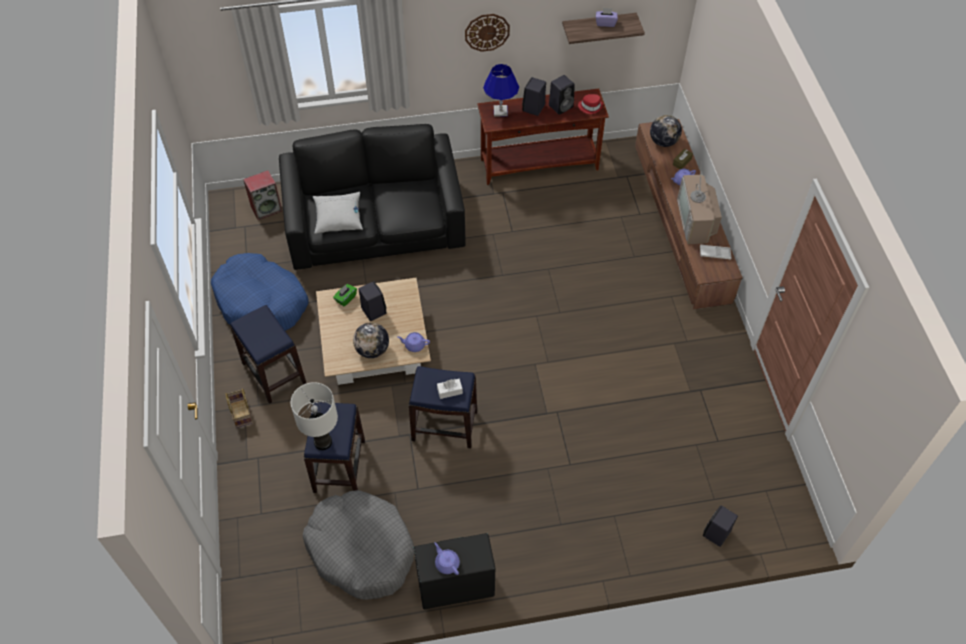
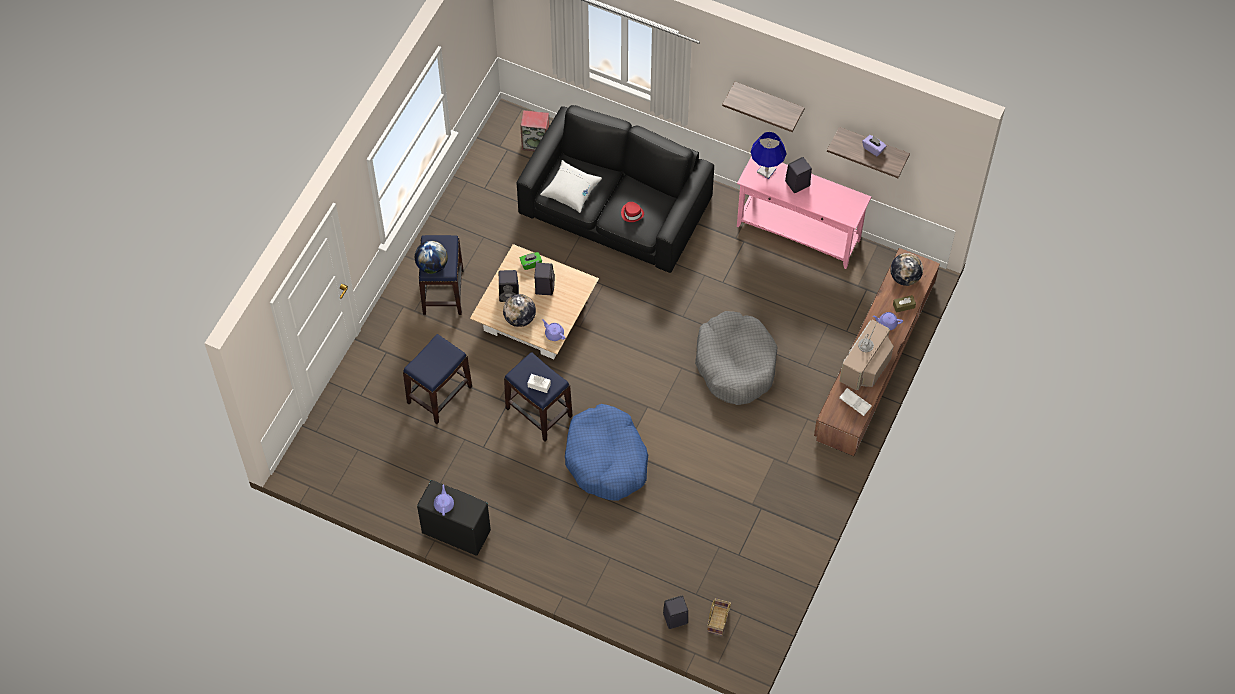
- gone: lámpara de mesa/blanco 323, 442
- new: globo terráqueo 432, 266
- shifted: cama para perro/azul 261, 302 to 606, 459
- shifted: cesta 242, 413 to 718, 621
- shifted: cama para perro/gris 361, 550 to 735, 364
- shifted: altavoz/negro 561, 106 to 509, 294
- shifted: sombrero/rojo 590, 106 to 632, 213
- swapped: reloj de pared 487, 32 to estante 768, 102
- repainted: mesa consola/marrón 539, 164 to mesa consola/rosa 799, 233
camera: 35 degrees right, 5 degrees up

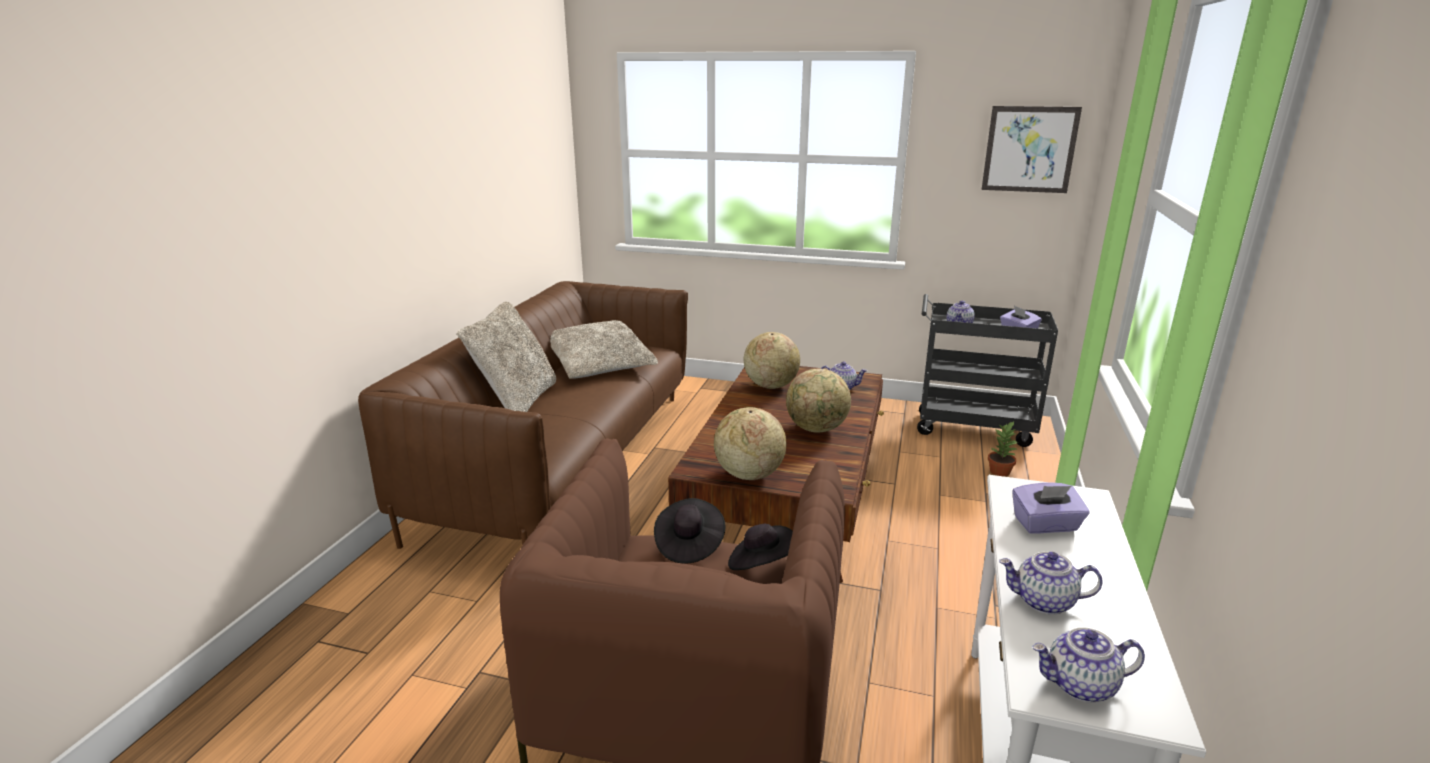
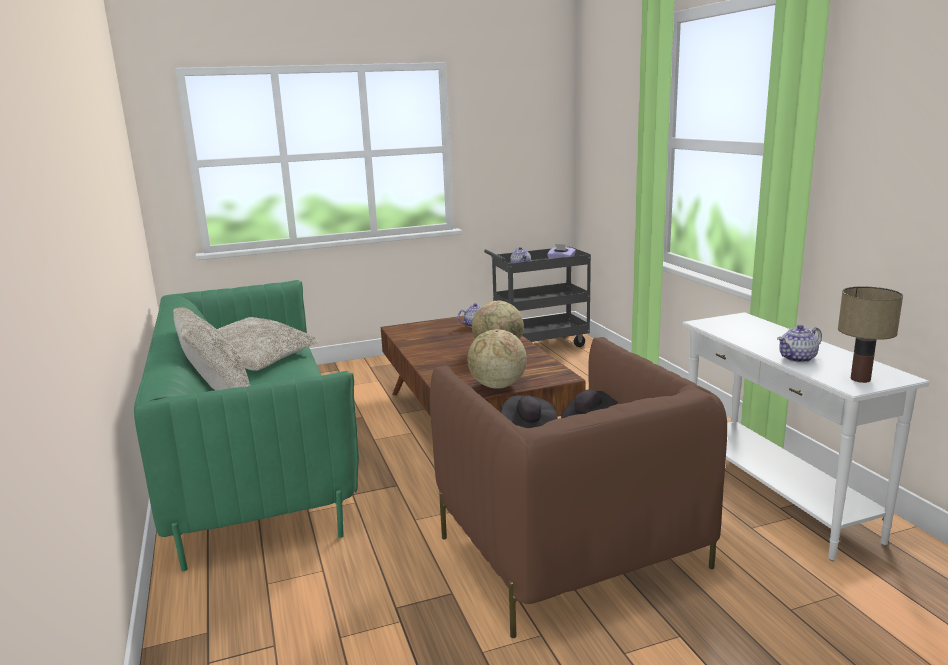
- gone: globo terráqueo 770, 386
- gone: cuadro 1029, 149
- gone: planta en maceta 1000, 472
- gone: caja de pañuelos/morado 1046, 525
- swapped: tetera 1080, 685 to lámpara de mesa 861, 379
- repainted: sofá/marrón 563, 462 to sofá/verde 256, 457
camera: 35 degrees left, 5 degrees down

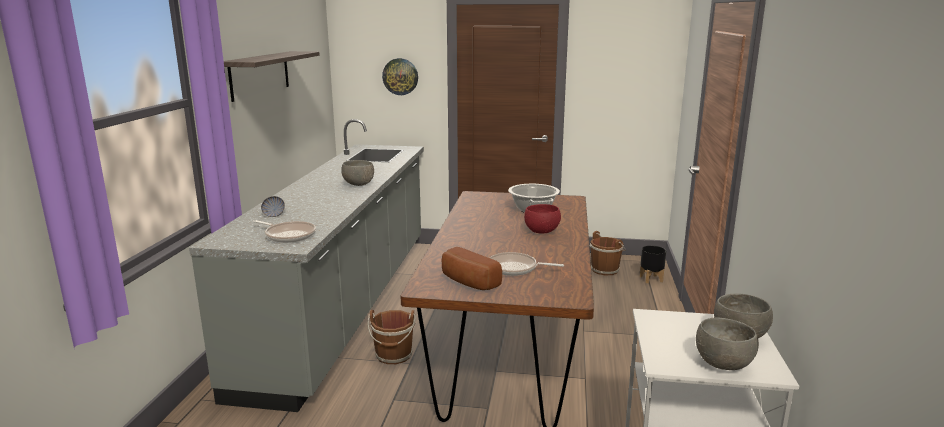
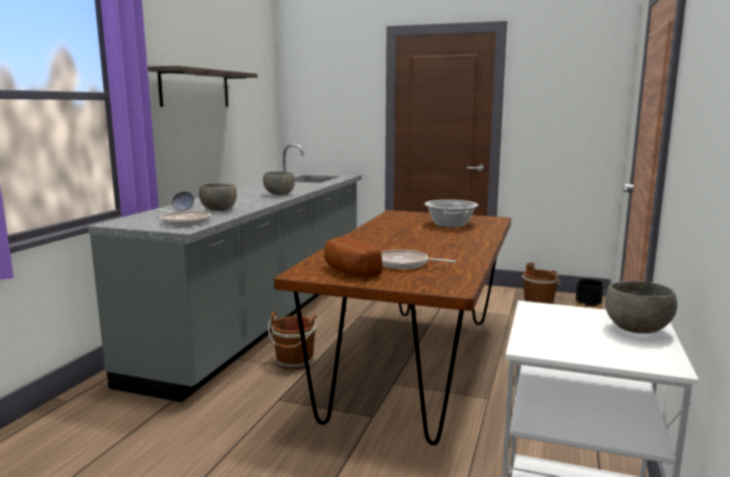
- gone: reloj de pared 400, 76
- gone: cuenco/rojo 542, 231
- shifted: cuenco/gris 724, 365 to 219, 210
camera: 10 degrees right, 5 degrees down

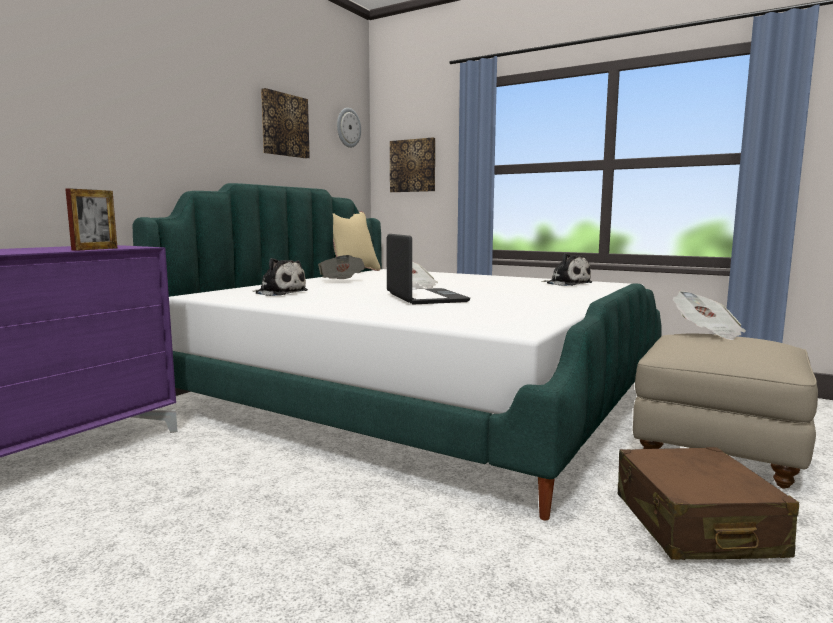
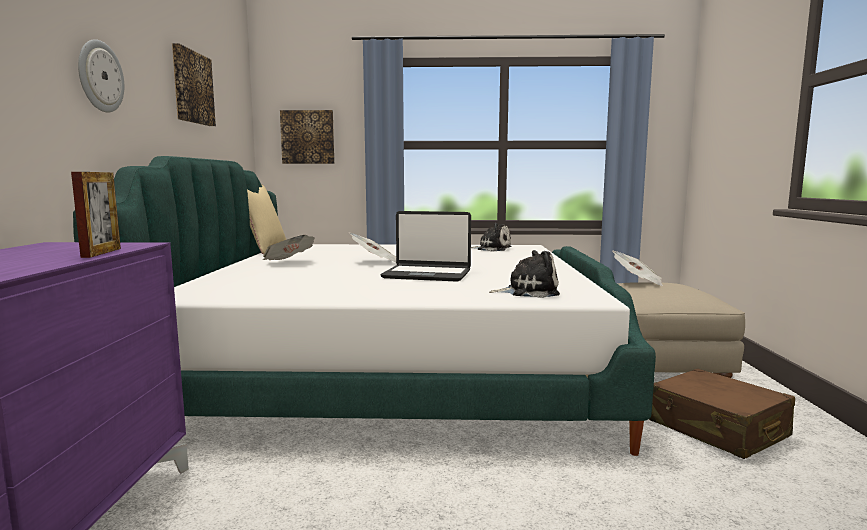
- shifted: peluche 279, 293 to 528, 291
- shifted: reloj de pared 348, 127 to 100, 76
- rotated: portátil 425, 298 = 427, 274 150 degrees clockwise
camera: 30 degrees left, 0 degrees up

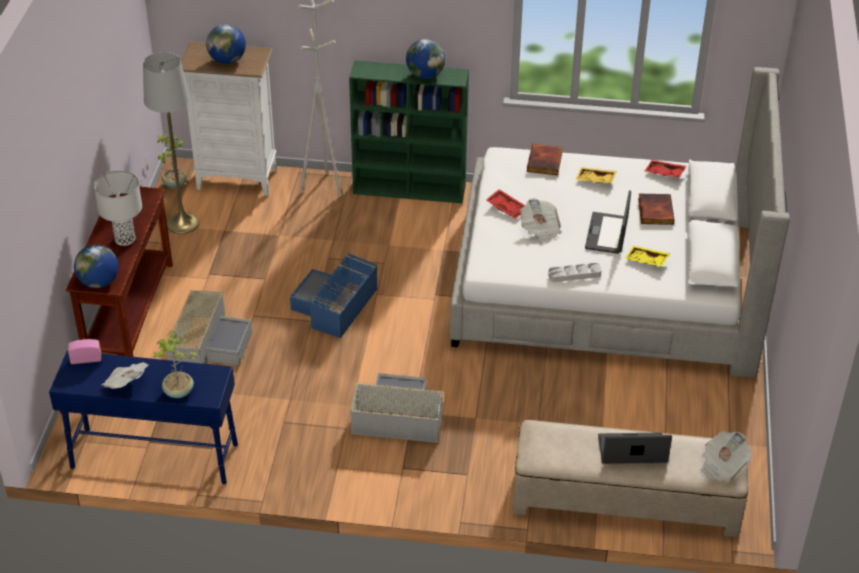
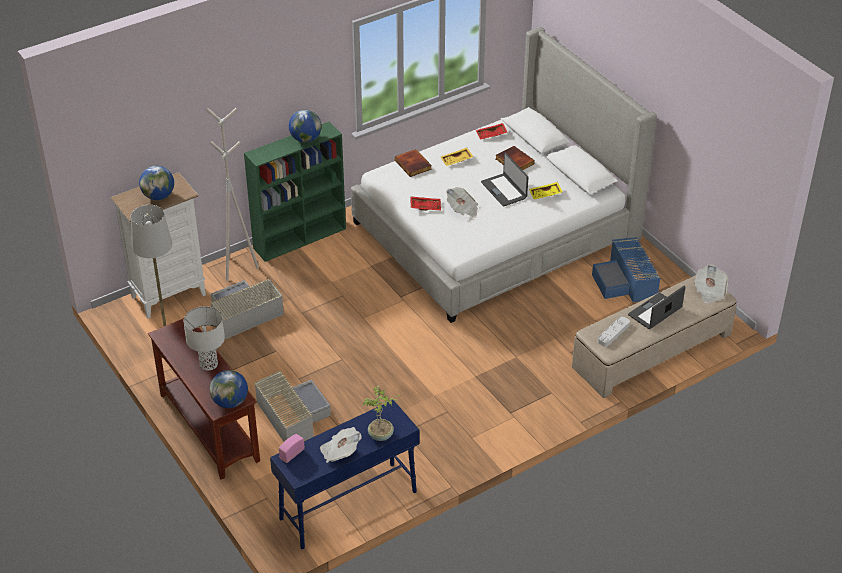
- gone: planta en maceta 174, 184
- shifted: caja de almacenaje/azul 335, 306 to 626, 281
- shifted: caja de almacenaje/gris 396, 417 to 243, 314
- shifted: bandeja/gris 574, 275 to 613, 333
camera: 40 degrees left, 0 degrees up

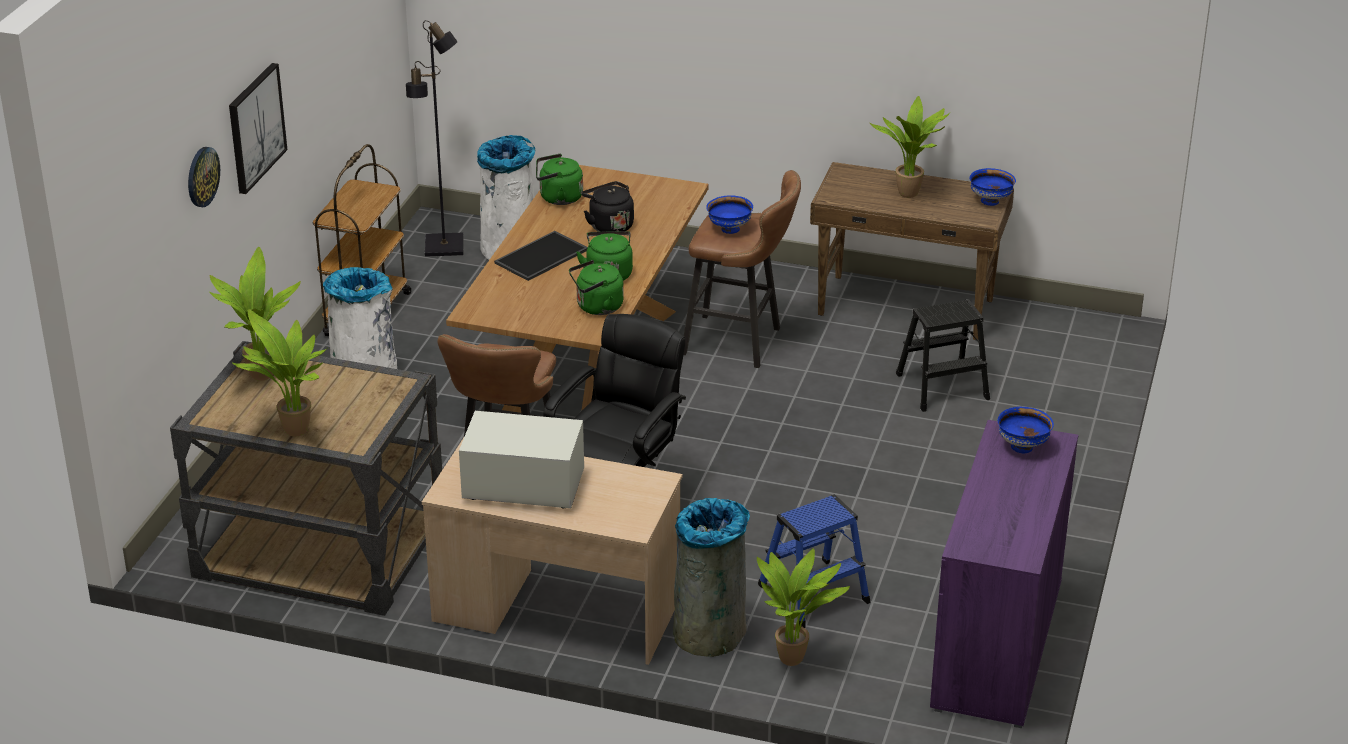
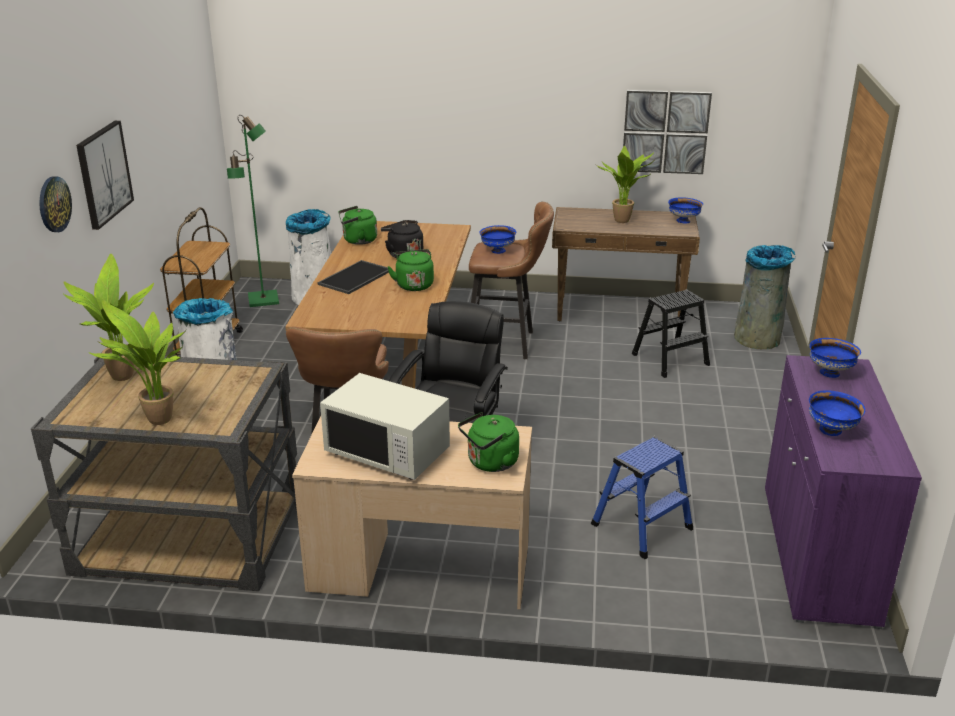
- gone: planta en maceta 795, 658
- new: cuadro 665, 132
- new: cuenco/azul 831, 430
- shifted: hervidor/verde 597, 307 to 490, 463
- shifted: papelera/gris 710, 631 to 758, 337
- repainted: lámpara de pie/negro 444, 246 to lámpara de pie/verde 263, 299
- rotated: microondas/blanco 523, 488 = 388, 453 150 degrees counterclockwise
camera: 10 degrees left, 5 degrees down

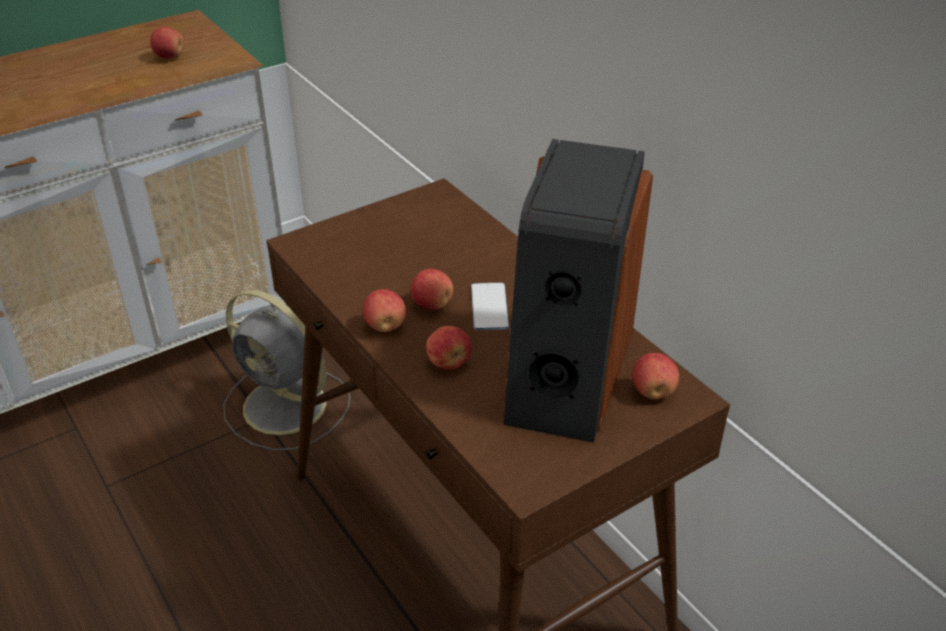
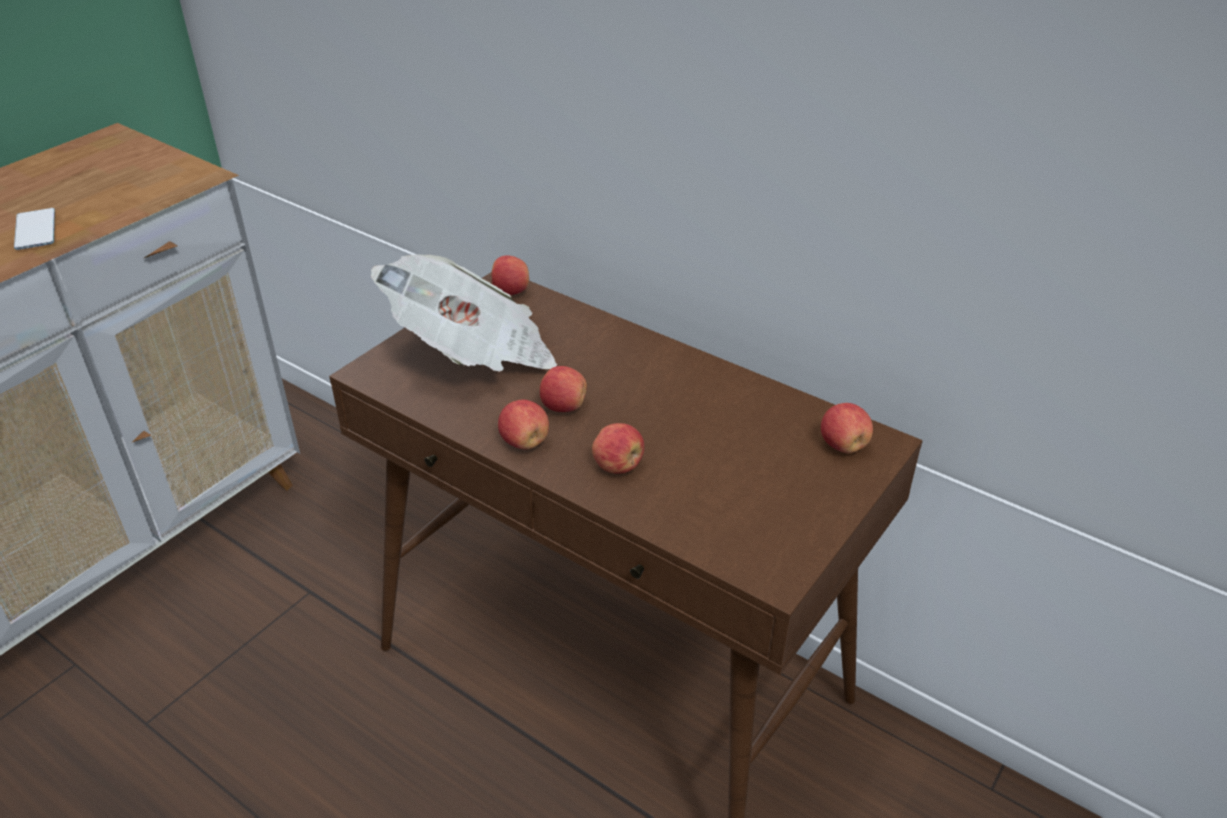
- gone: ventilador/gris 288, 407
- gone: altavoz 567, 373
- new: periódico 473, 353
- shifted: manzana 169, 56 to 510, 291
- shifted: móvil 489, 307 to 35, 229
camera: 20 degrees left, 0 degrees up

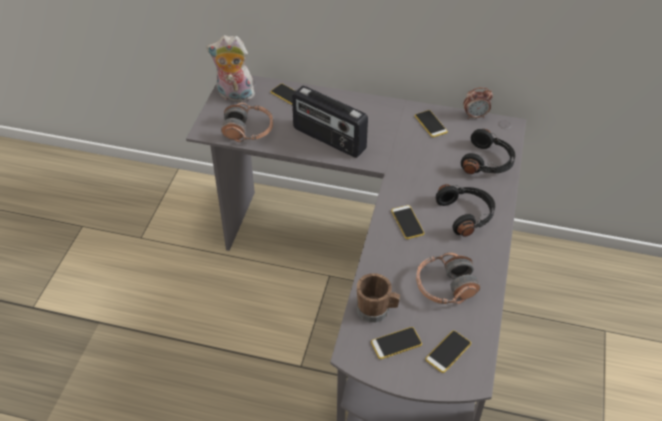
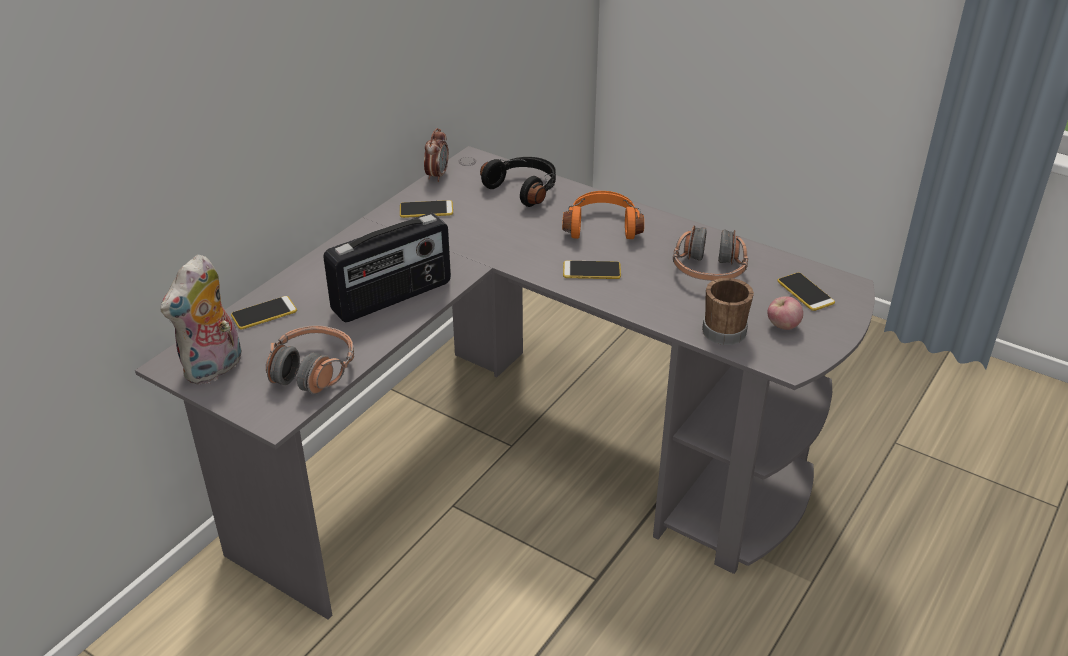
- swapped: móvil 396, 343 to manzana 782, 326
- repainted: auriculares/negro 466, 214 to auriculares/naranja 602, 226
camera: 70 degrees left, 10 degrees down

